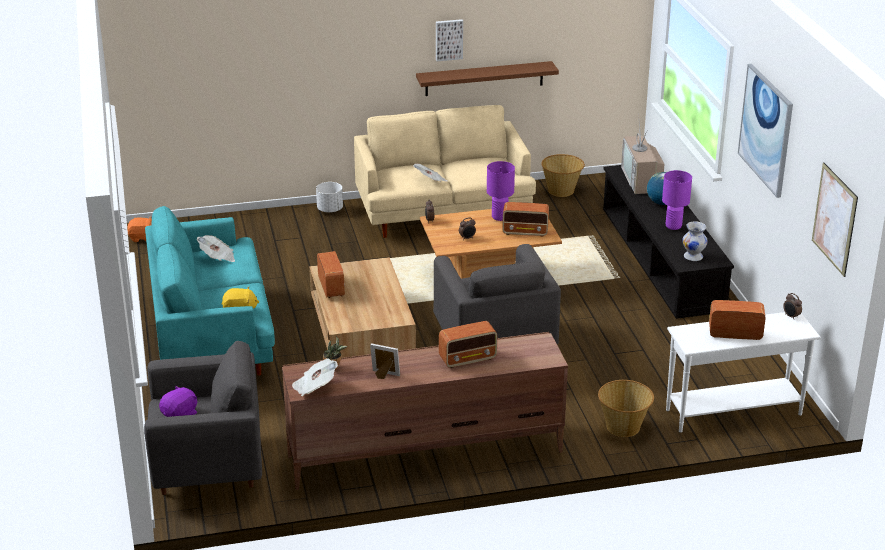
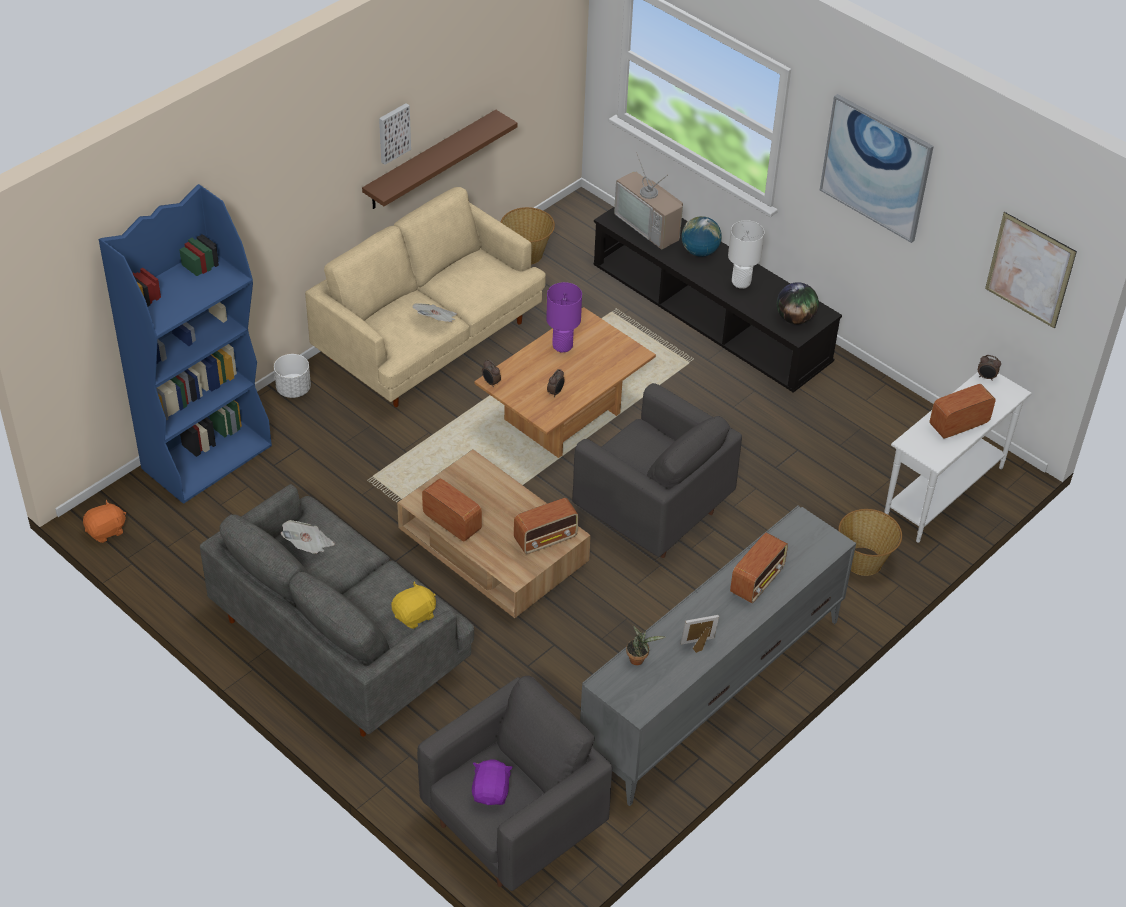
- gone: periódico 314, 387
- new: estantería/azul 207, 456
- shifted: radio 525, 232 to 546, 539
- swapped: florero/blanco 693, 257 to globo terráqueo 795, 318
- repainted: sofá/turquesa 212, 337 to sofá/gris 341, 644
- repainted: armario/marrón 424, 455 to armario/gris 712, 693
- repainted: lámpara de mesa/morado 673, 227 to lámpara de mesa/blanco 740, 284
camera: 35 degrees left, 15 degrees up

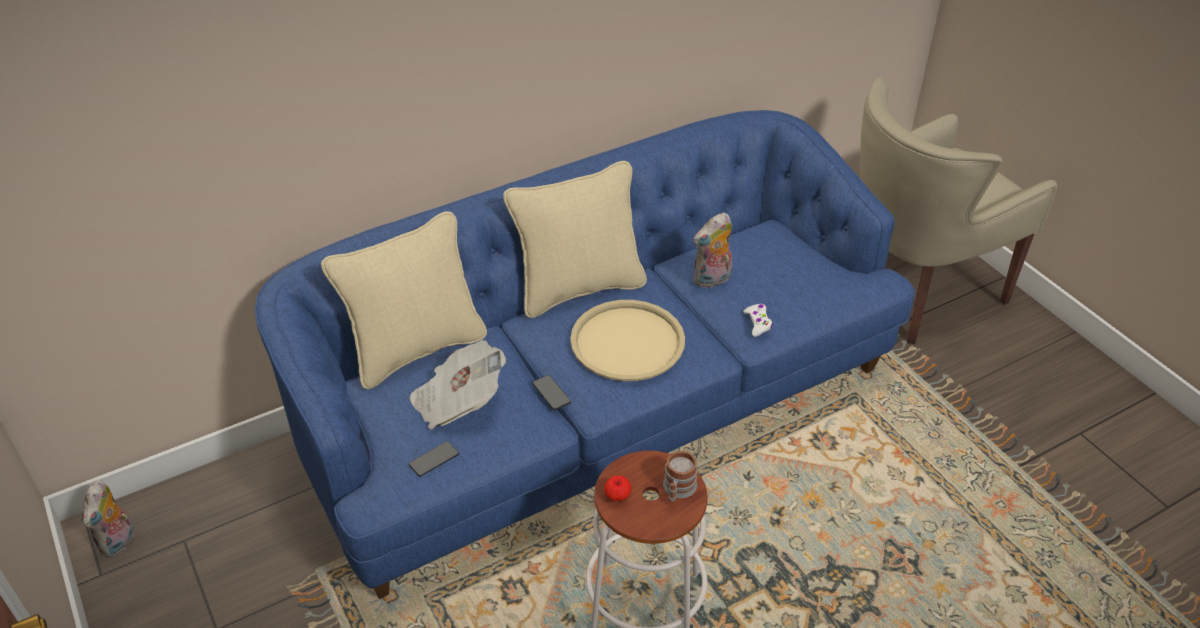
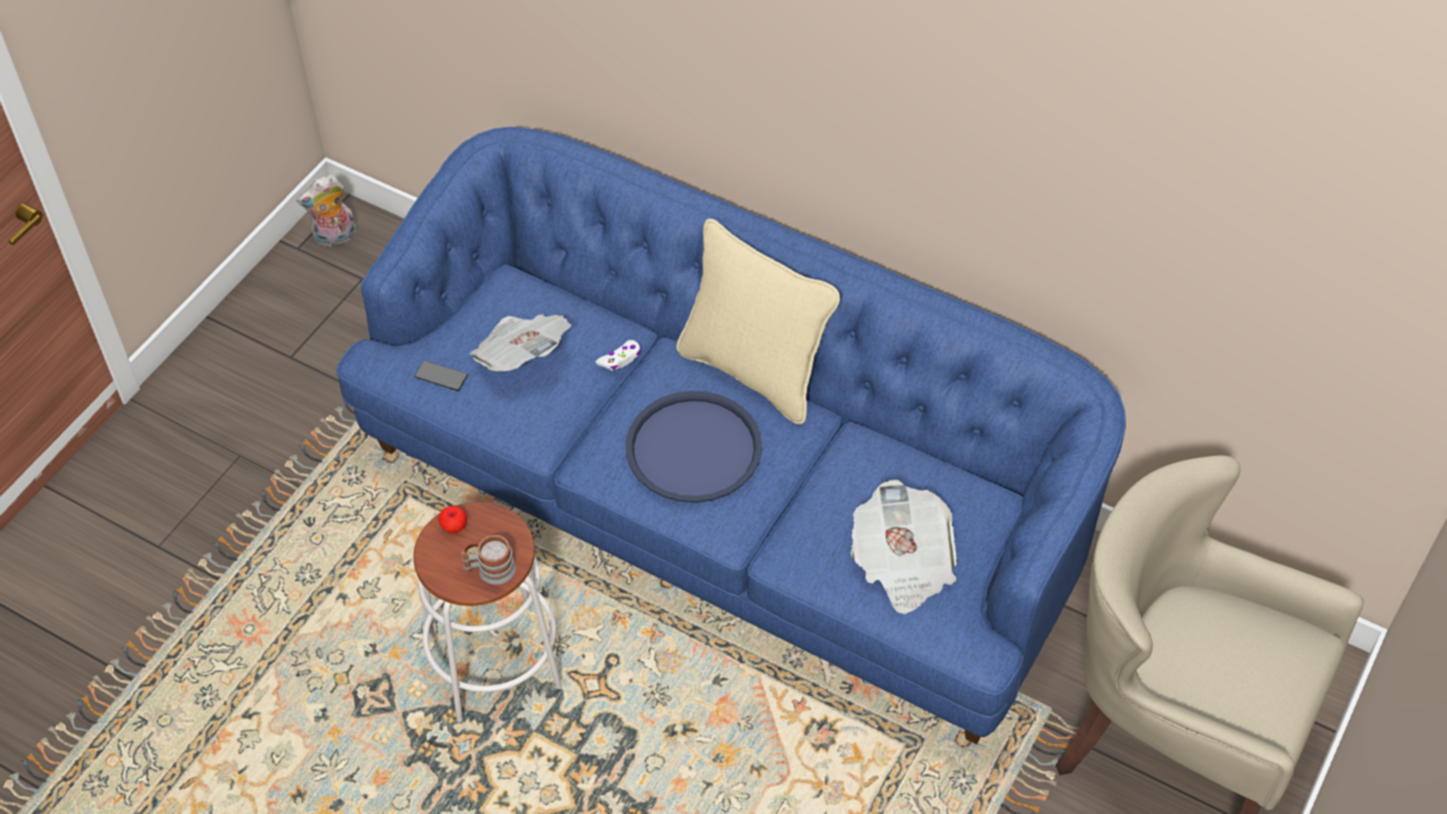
- gone: cojín/beis 416, 350
- gone: móvil 551, 393
- gone: peluche 712, 280
- new: periódico 902, 564
- shifted: mando de consola/blanco 758, 323 to 620, 359
- repainted: bandeja/beis 627, 342 to bandeja/azul 693, 448
camera: 60 degrees right, 10 degrees up

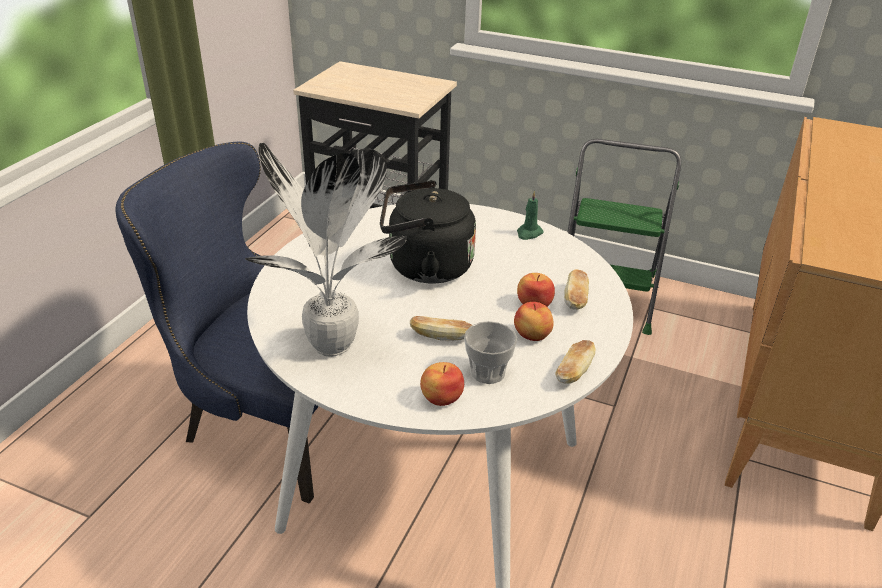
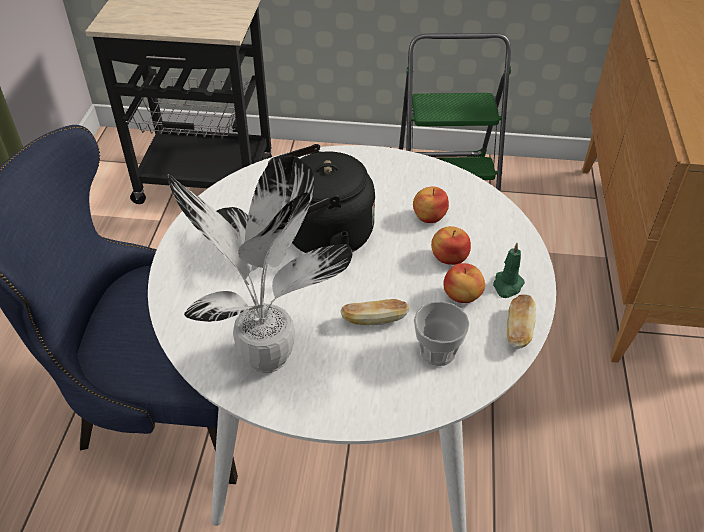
- gone: pan 575, 299
- shifted: manzana 441, 397 to 429, 216
- shifted: vela/verde 529, 233 to 507, 286
camera: 15 degrees left, 10 degrees up

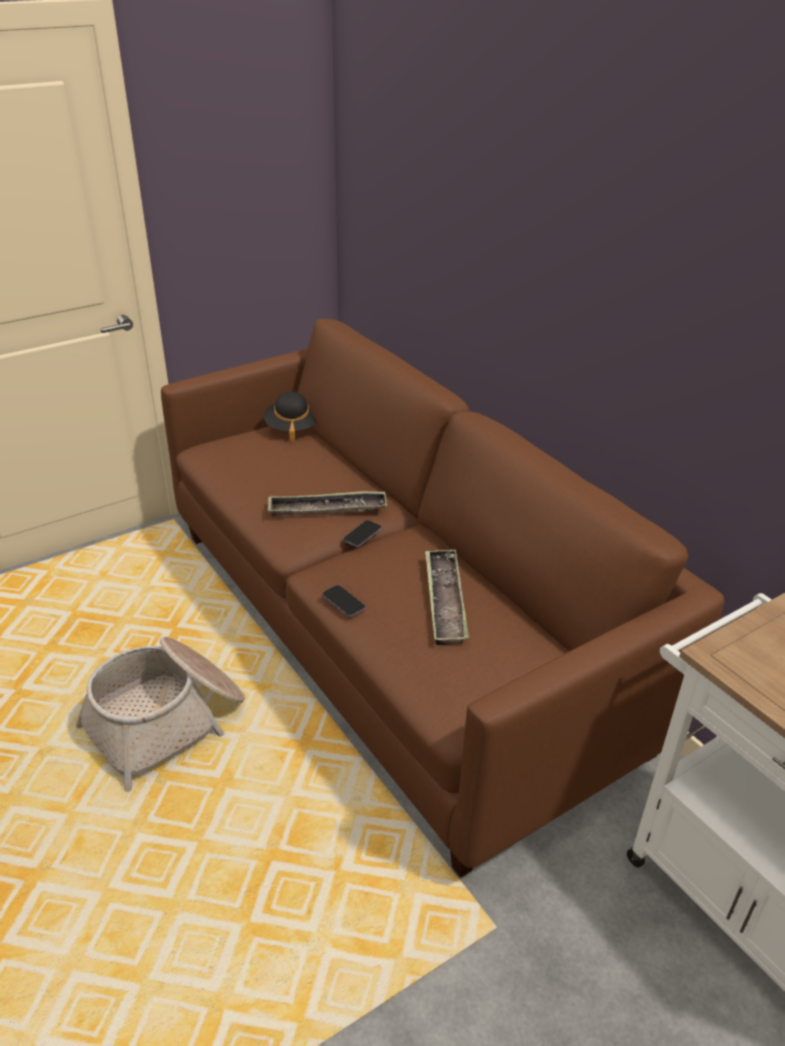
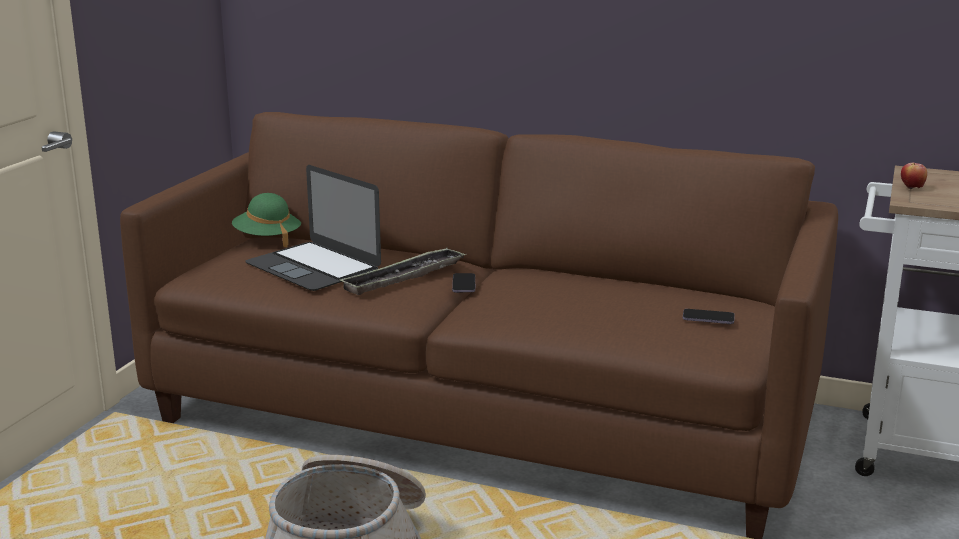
- gone: bandeja 445, 601
- new: portátil 313, 266
- new: manzana 911, 188
- shifted: móvil 343, 602 to 708, 318
- repainted: sombrero/negro 292, 428 to sombrero/verde 267, 239
camera: 35 degrees left, 15 degrees down

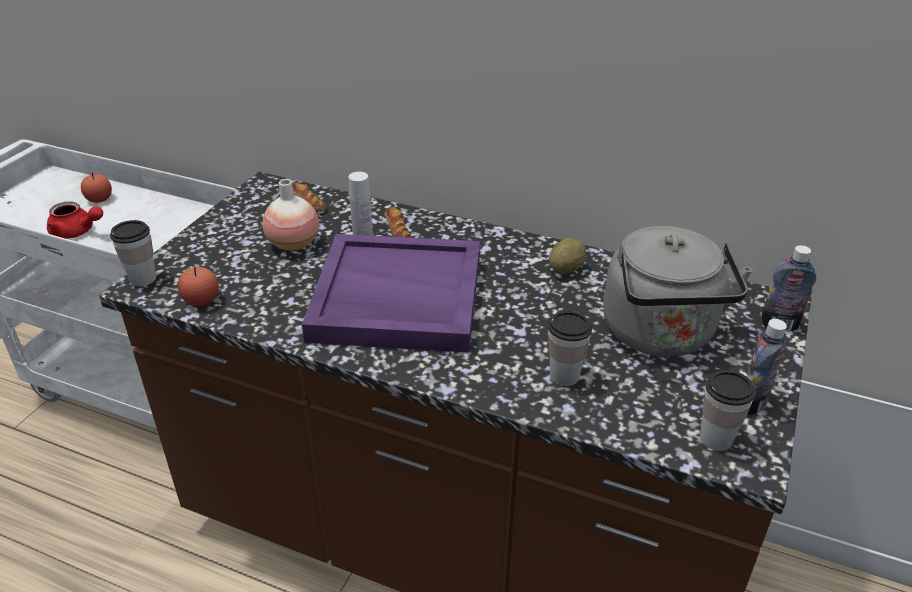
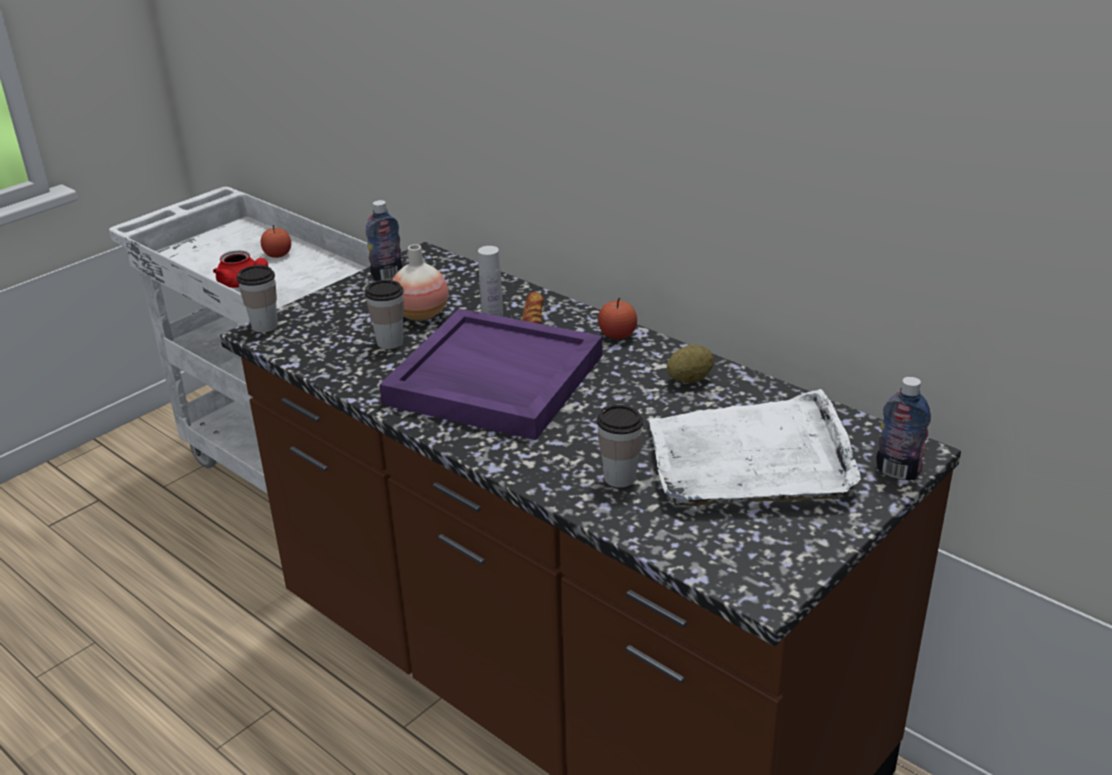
- gone: pan 308, 201
- shifted: manzana 201, 300 to 617, 335
- shifted: taza 716, 438 to 390, 342
- shifted: botella 752, 403 to 387, 276
- swapped: hervidor/gris 661, 335 to bandeja/blanco 751, 459
camera: 20 degrees right, 5 degrees down

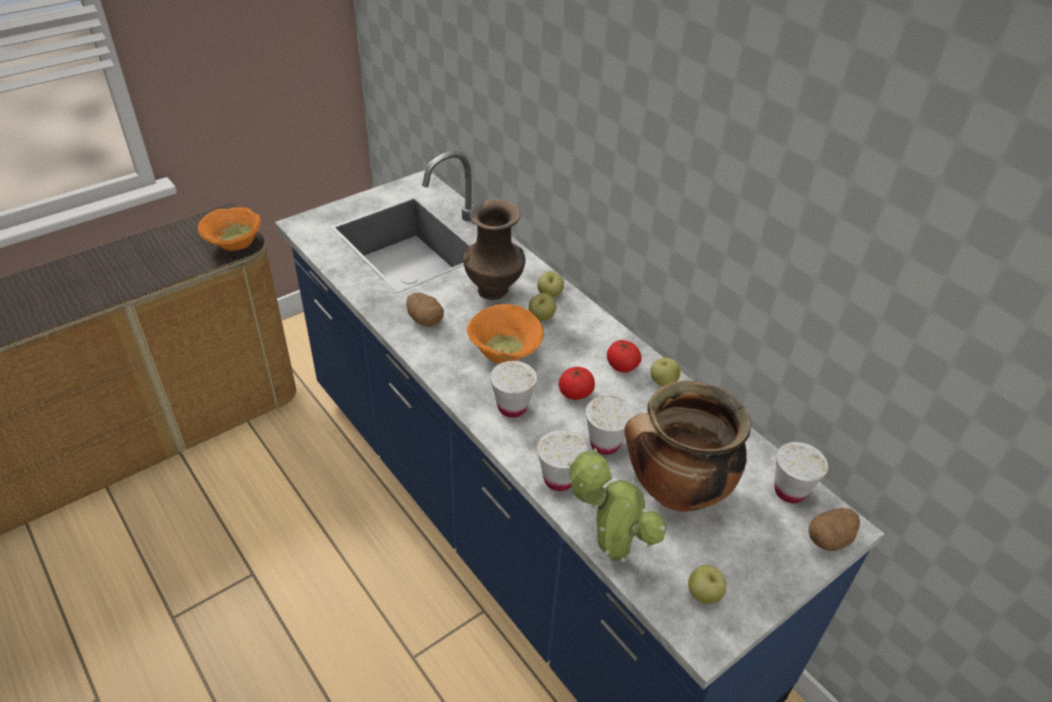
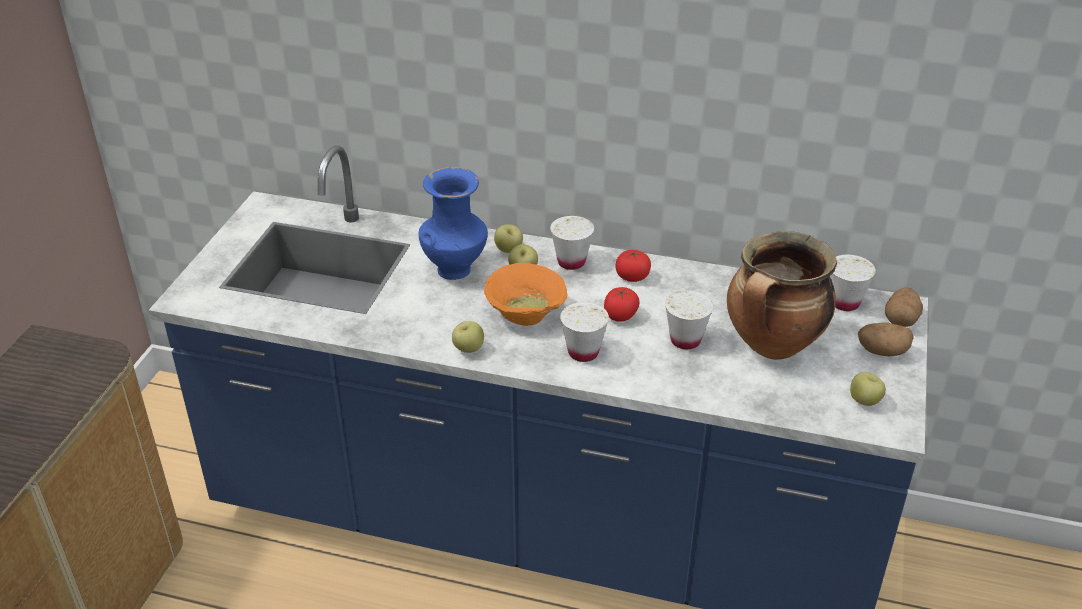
- gone: cuenco/naranja 234, 243
- gone: planta en maceta 609, 551
- shifted: patata 425, 320 to 881, 351
- shifted: taza/blanco 559, 479 to 571, 262
- shifted: manzana 663, 382 to 468, 349
- repainted: florero/marrón 494, 290 to florero/azul 455, 269
camera: 35 degrees left, 5 degrees down

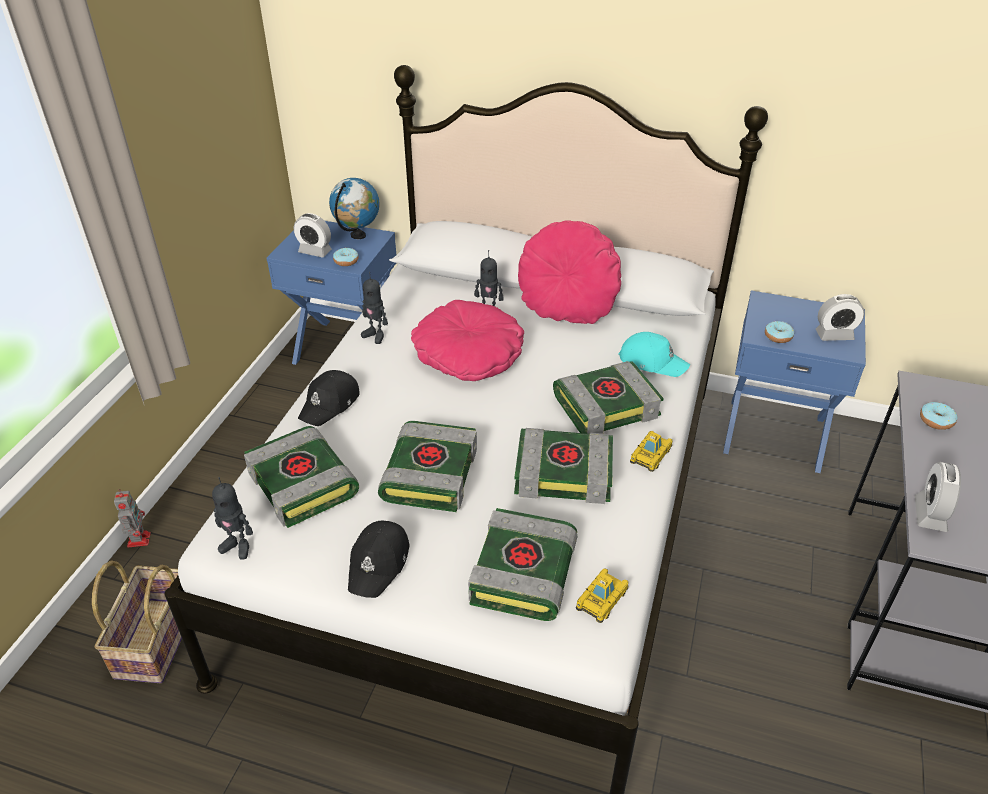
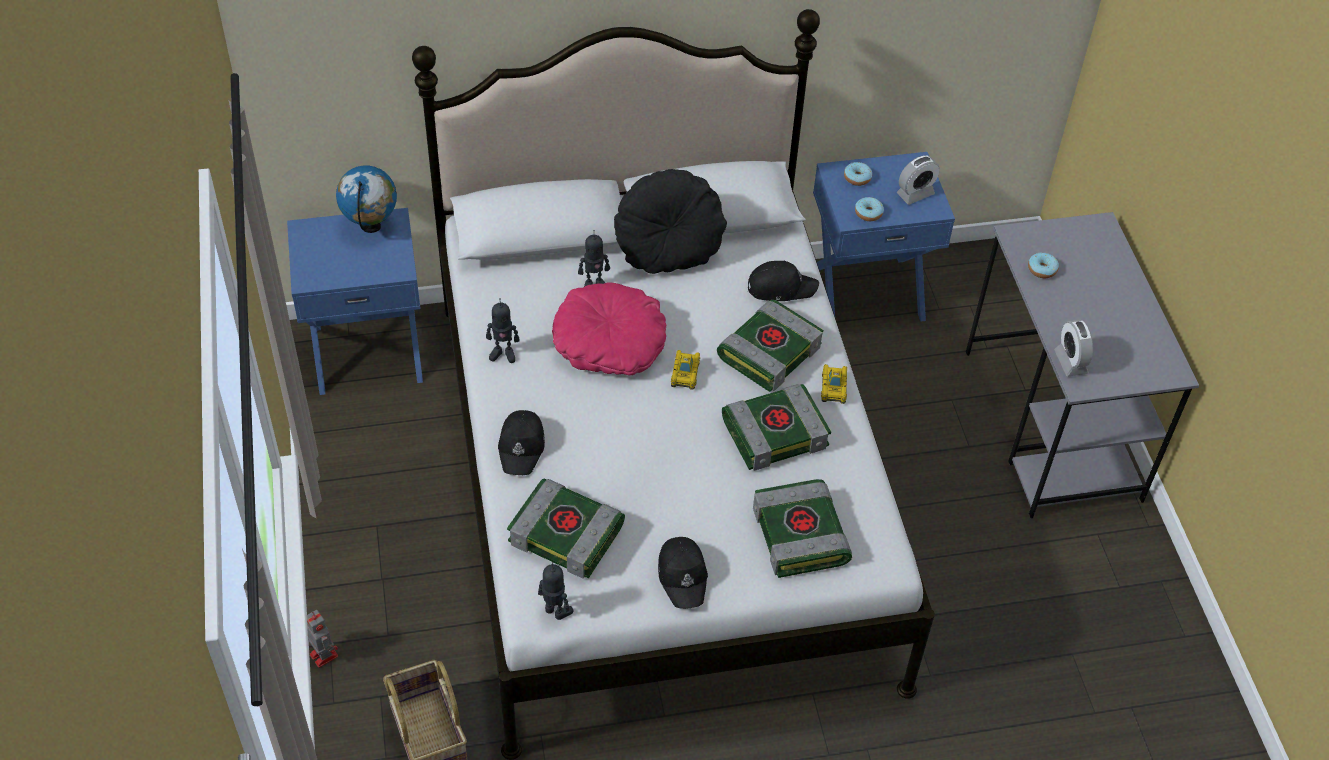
- gone: despertador 315, 251
- gone: libro 429, 473
- shifted: rosquilla 346, 261 to 857, 178
- shifted: coche de juguete 602, 599 to 685, 373
- repainted: cojín/rosa 567, 312 to cojín/negro 668, 257
- repainted: gorra/turquesa 652, 361 to gorra/negro 780, 287
- rotated: robot de juguete 238, 546 = 555, 612 135 degrees counterclockwise
camera: 30 degrees left, 10 degrees up

